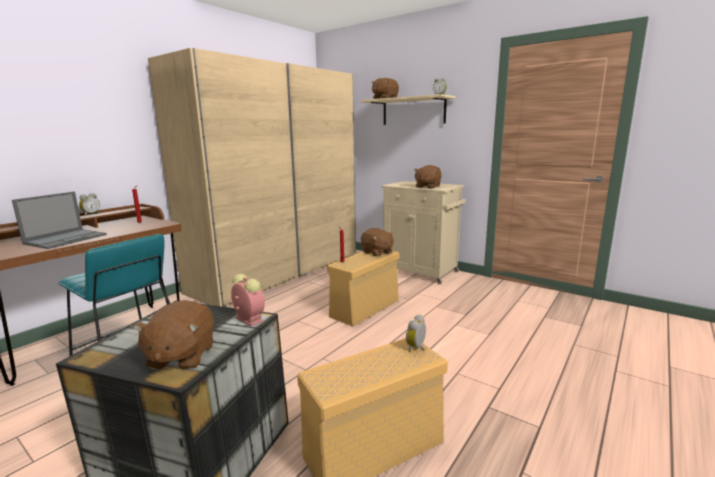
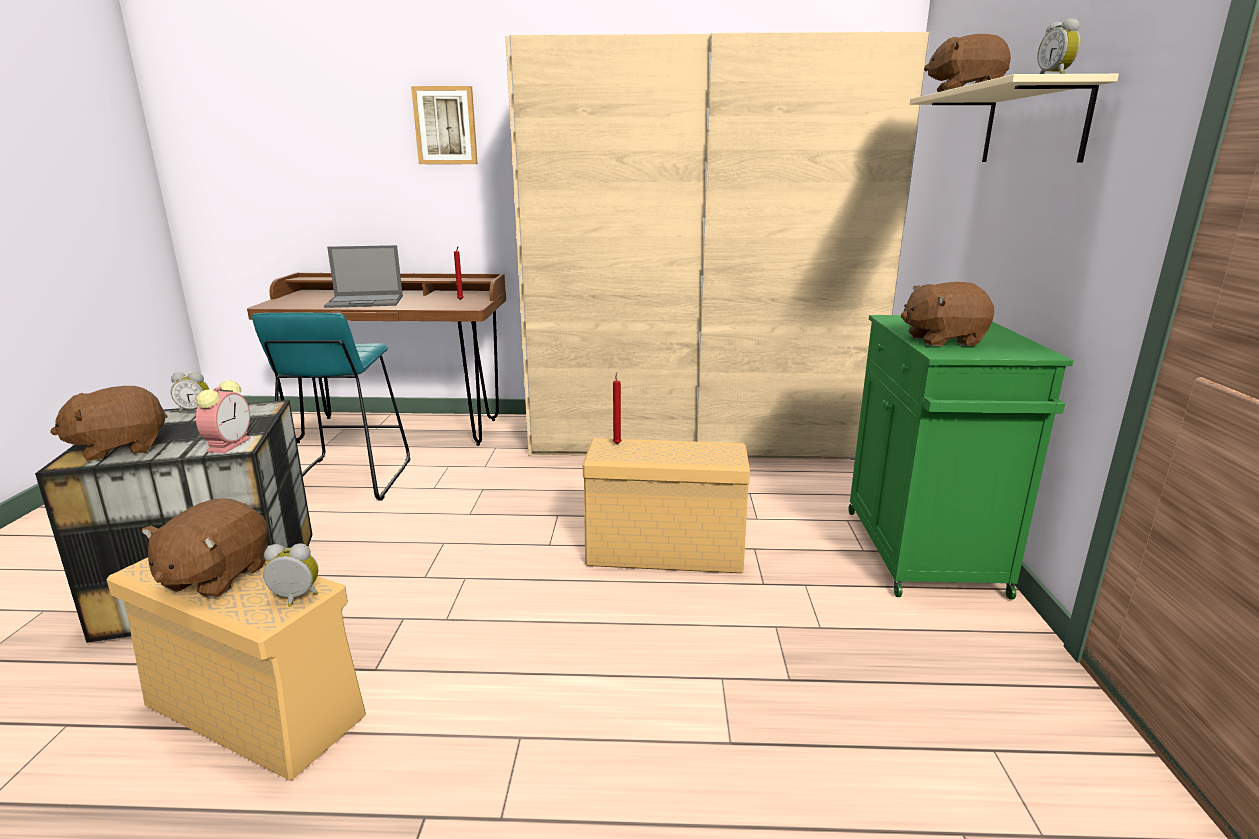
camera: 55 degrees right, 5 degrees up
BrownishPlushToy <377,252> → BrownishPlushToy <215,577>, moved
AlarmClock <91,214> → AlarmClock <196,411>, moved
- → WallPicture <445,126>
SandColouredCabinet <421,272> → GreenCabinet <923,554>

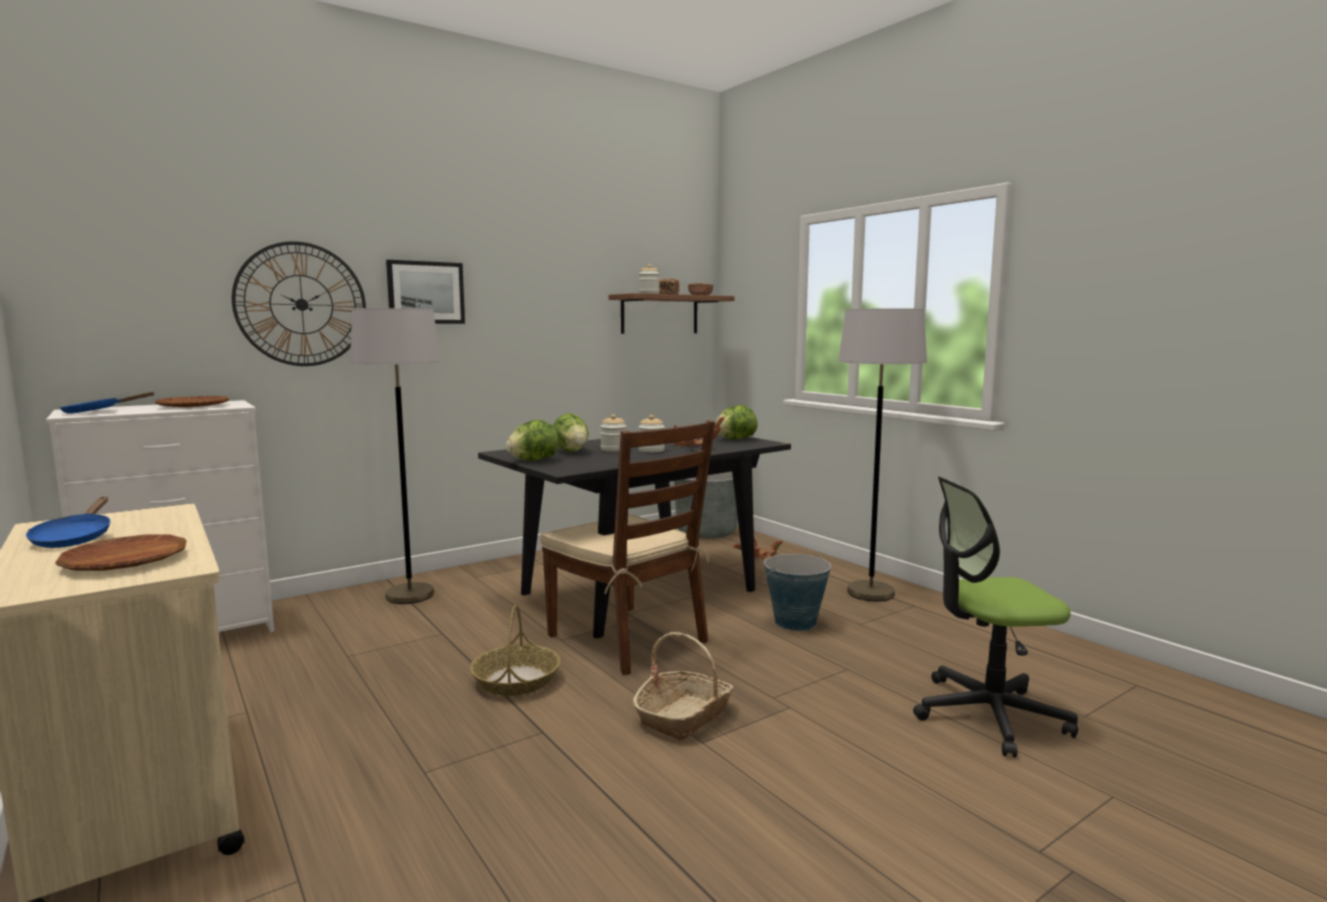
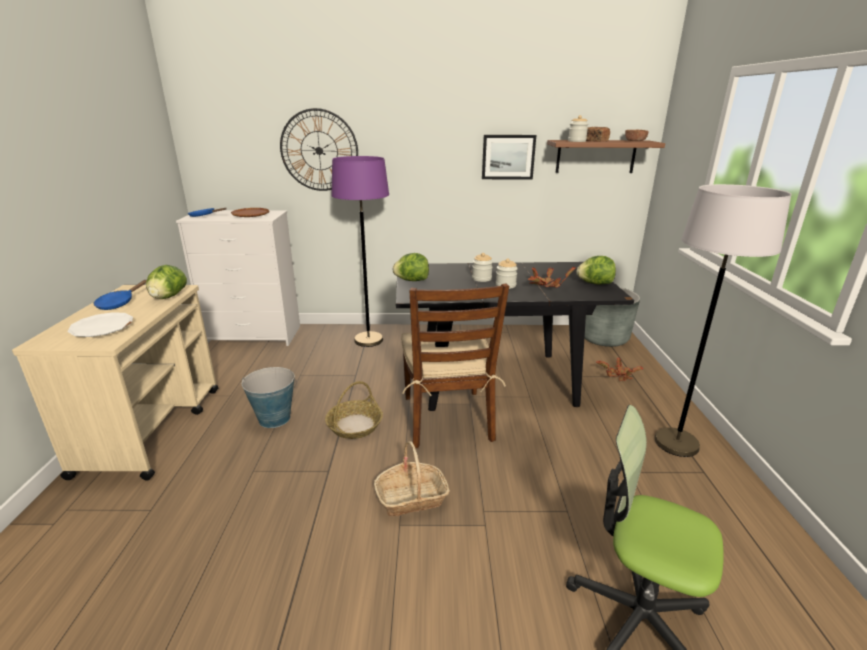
camera: 35 degrees right, 15 degrees up
BrownishFlatDish <125,560> → WhiteFlatDish <102,328>
Lettuce <571,451> → Lettuce <168,297>, moved
Pail <795,622> → Pail <274,418>, moved
GrayStandardLamp <410,595> → PurpleStandardLamp <368,340>
WallPicture <426,292> → WallPicture <508,157>, moved

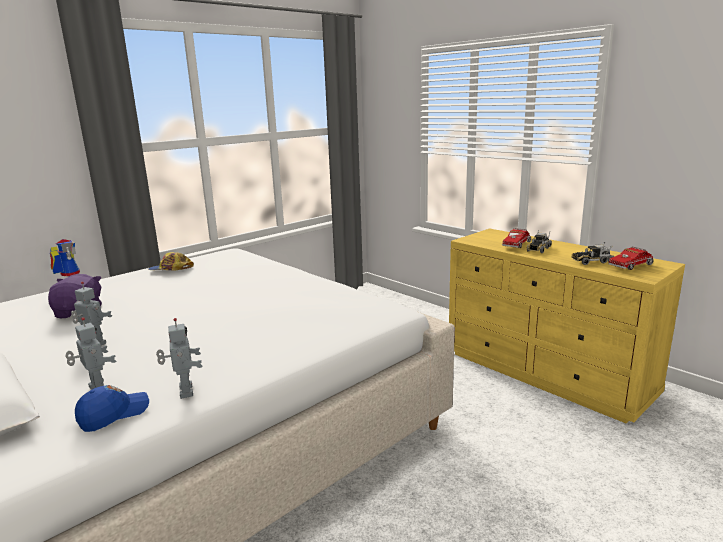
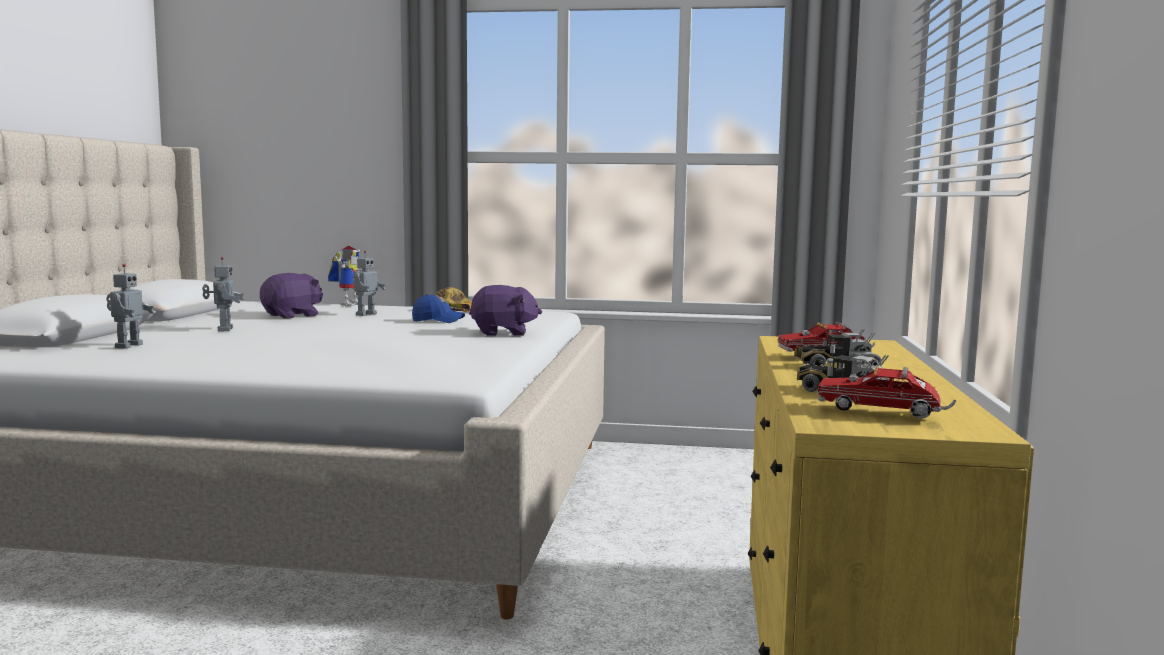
camera: 50 degrees right, 10 degrees down
ModelRobot <184,391> → ModelRobot <365,314>, moved
BluePeakedCap <114,415> → BluePeakedCap <438,320>, moved
- → PurplePlushToy <503,333>

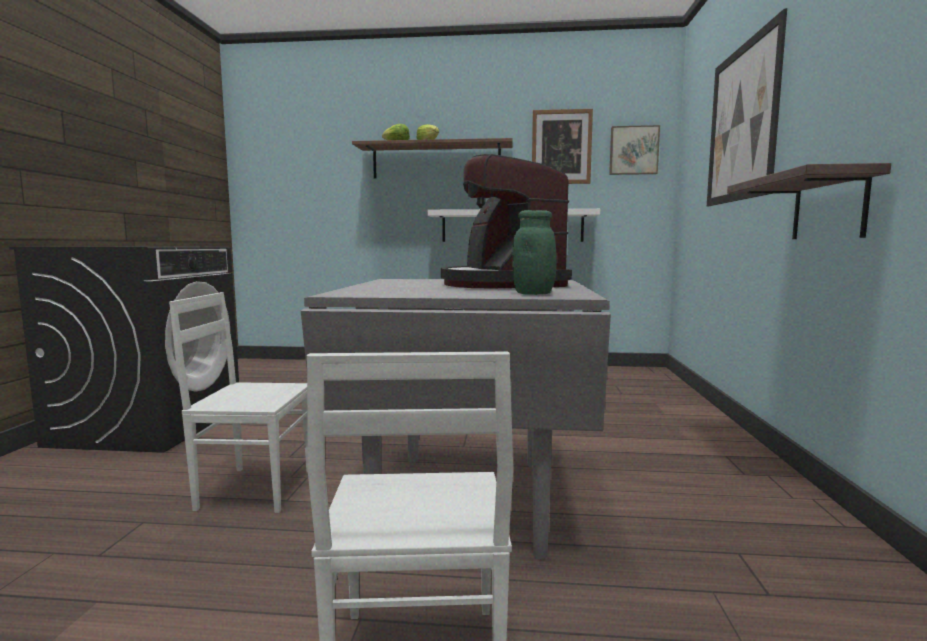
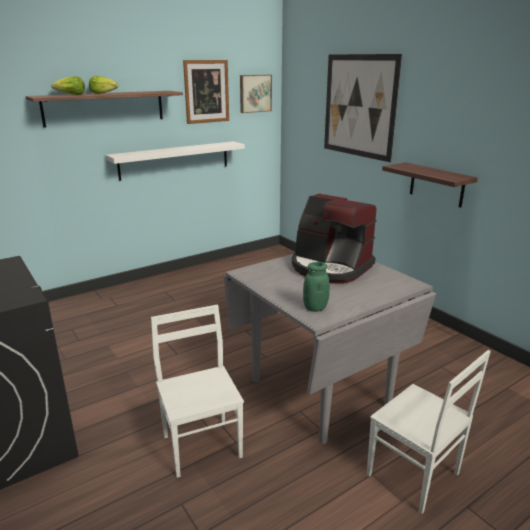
camera: 40 degrees left, 15 degrees up
WhiteChair <255,488> → WhiteChair <203,445>, 105 degrees clockwise
GreenPreserveJar <533,293> → GreenPreserveJar <315,308>, moved

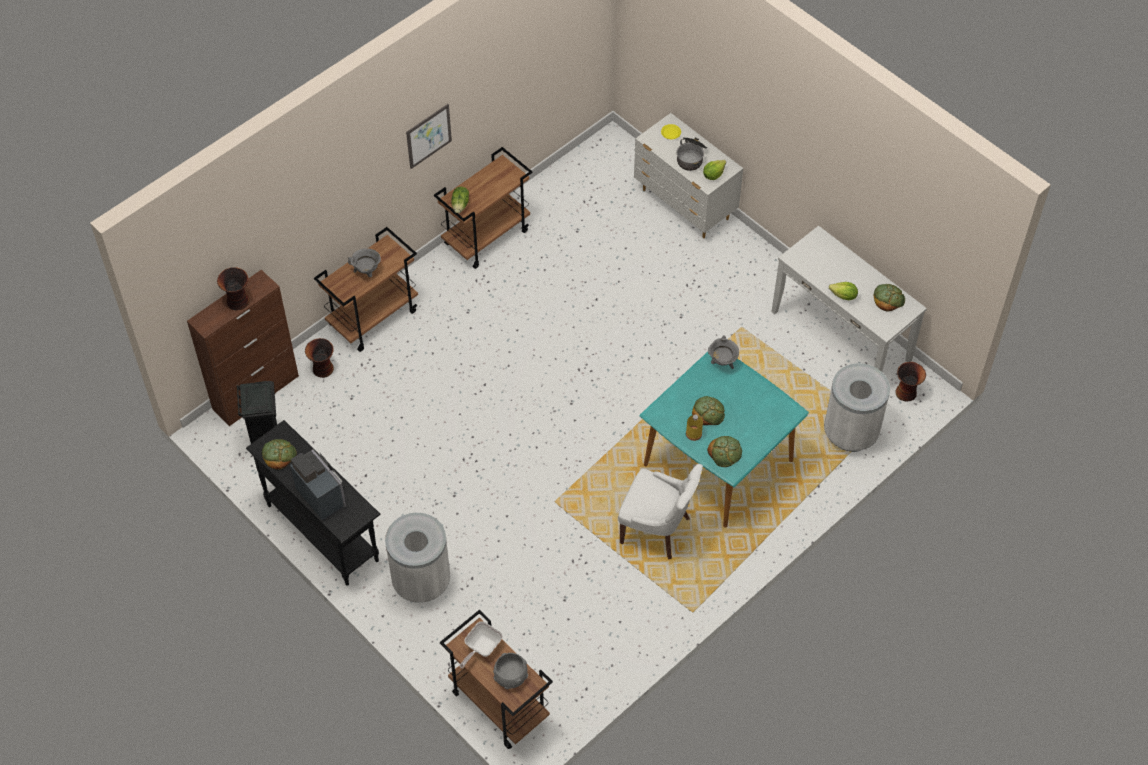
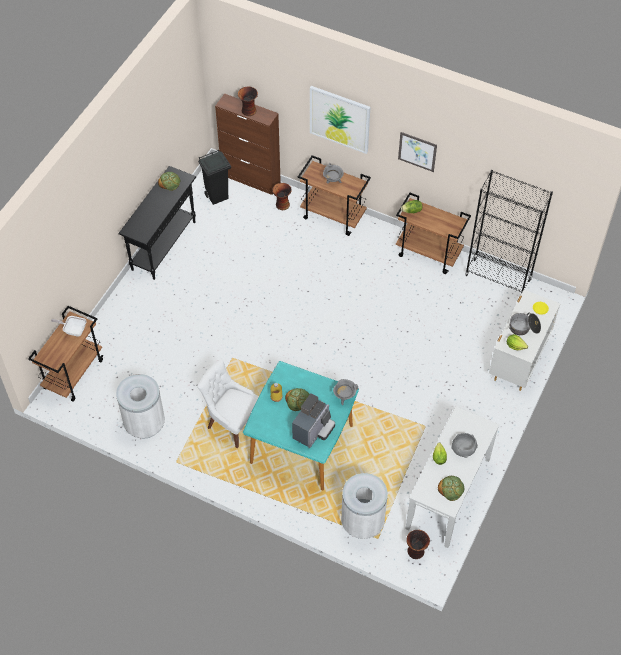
camera: 70 degrees right, 0 degrees up
WhiteRubbishBin <421,581> → WhiteRubbishBin <145,424>, moved
WhiteChair <657,530> → WhiteChair <232,423>, 120 degrees clockwise
CoffeeBrewer <322,494> → CoffeeBrewer <313,430>, moved
- → WallPicture <340,119>
GrayServingBowl <511,675> → GrayServingBowl <463,449>, moved
- → BlackColouredBookshelf <498,278>
BakeryBread <725,452> → -

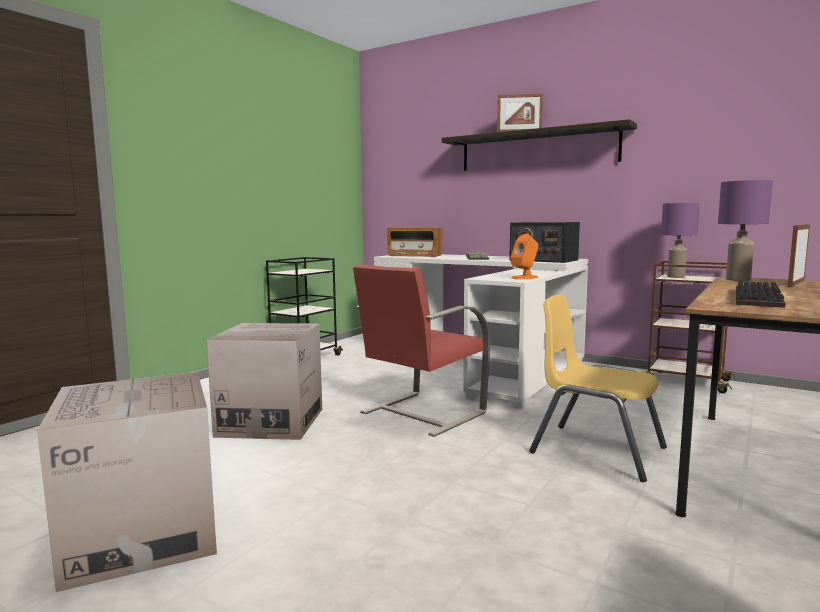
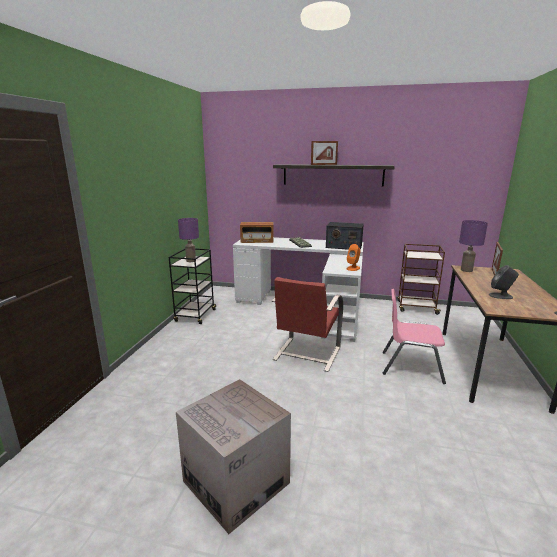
camera: 20 degrees left, 10 degrees up
PurpleTableLamp <676,277> → PurpleTableLamp <191,261>, moved
YellowishChair <597,450> → PinkChair <411,366>
ComputerKeyboard <760,298> → GrayAudioSpeaker <501,296>
PackingBox <271,422> → -

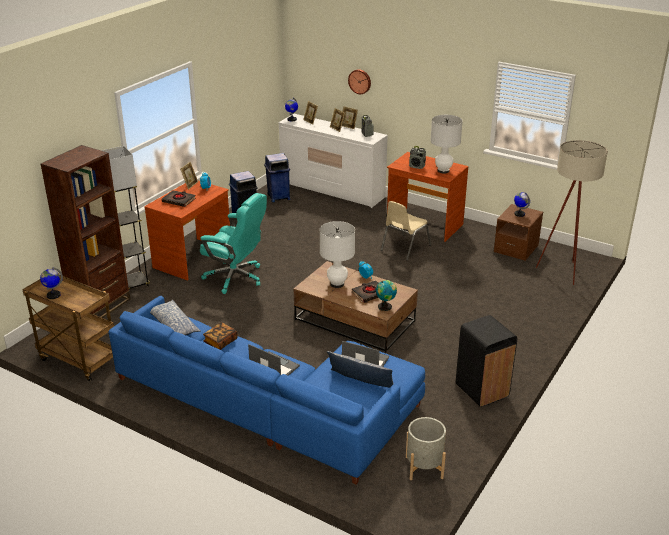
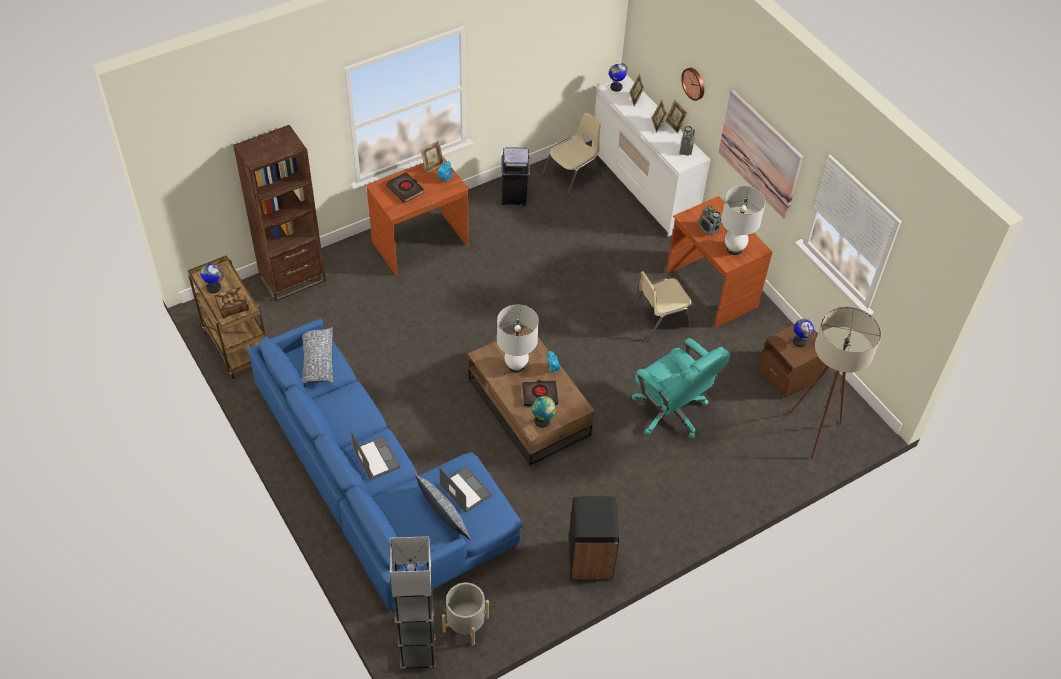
camera: 25 degrees right, 20 degrees up
Book <220,342> → Book <232,307>, moved
GrayStandardLamp <134,284> → GrayStandardLamp <418,654>, moved
BlueRubbishBin <278,197> → SandColouredChair <572,175>
TurquoiseOfficeChair <235,278> → TurquoiseOfficeChair <671,412>, moved
- → WallPicture <760,153>

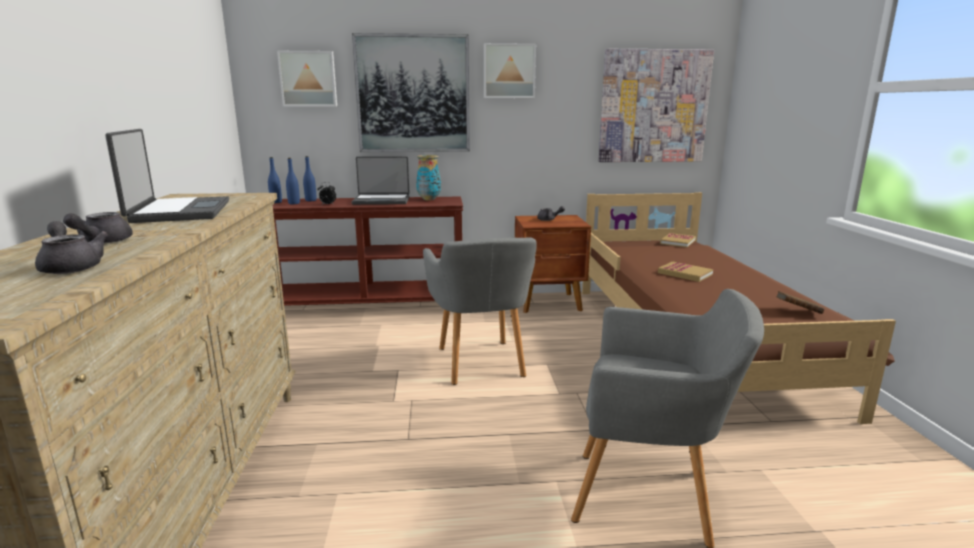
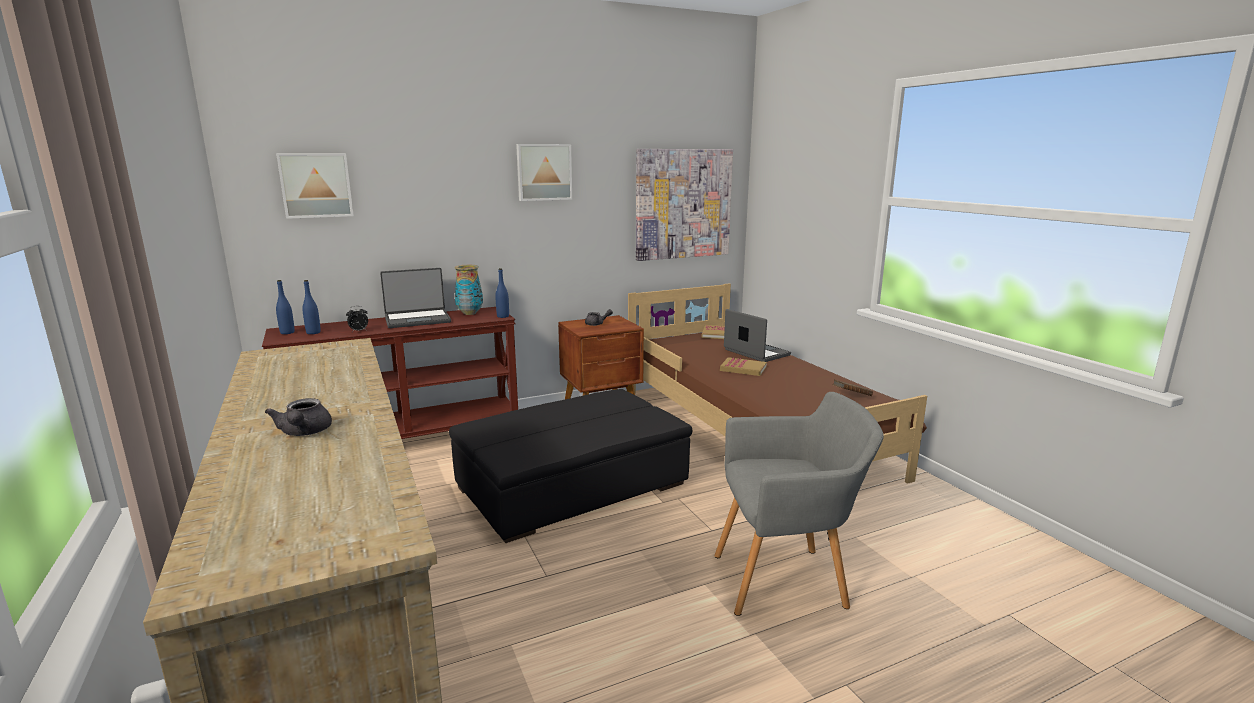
camera: 20 degrees left, 0 degrees up
GrayEasyChair <481,364> → BlackColouredFootrest <571,485>
BlueBottle <311,200> → BlueBottle <503,316>, moved
NotebookComputer <178,212> → NotebookComputer <755,353>, moved
GrayTeaPot <71,267> → -
WallPicture <413,94> → -

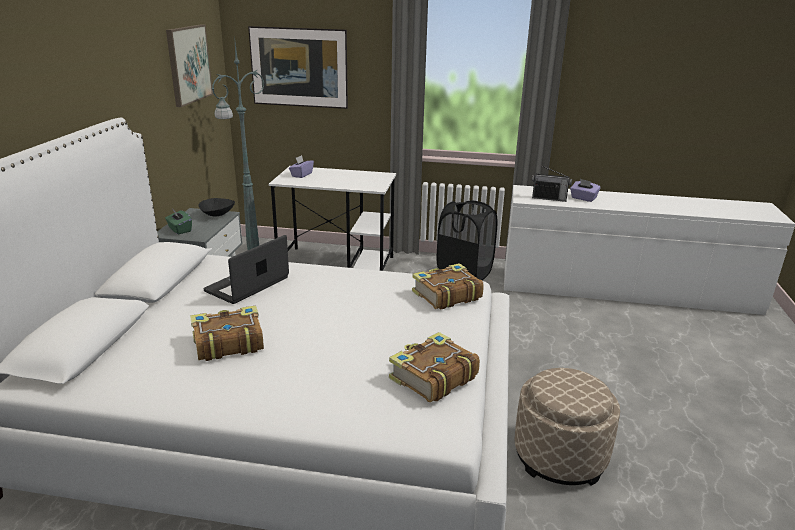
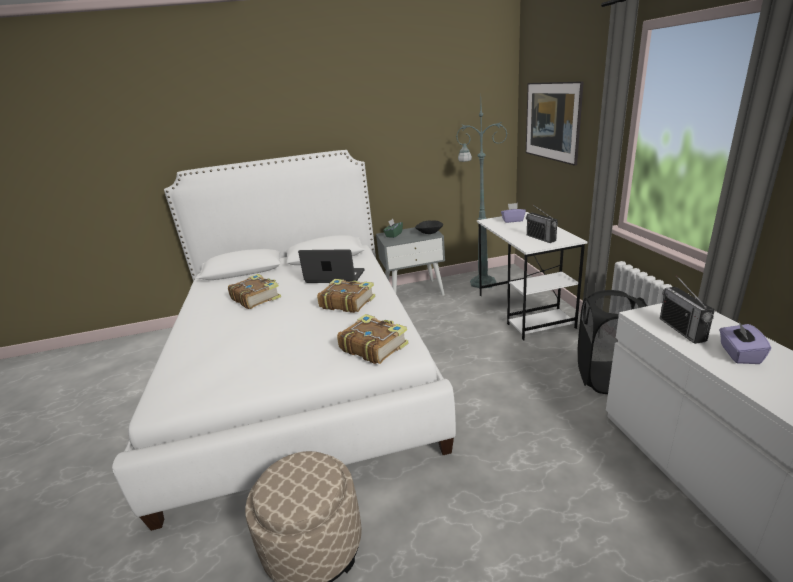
camera: 70 degrees right, 0 degrees up
Book <432,377> → Book <347,302>, moved
- → RadioSet <541,238>
WallPicture <188,64> → -

